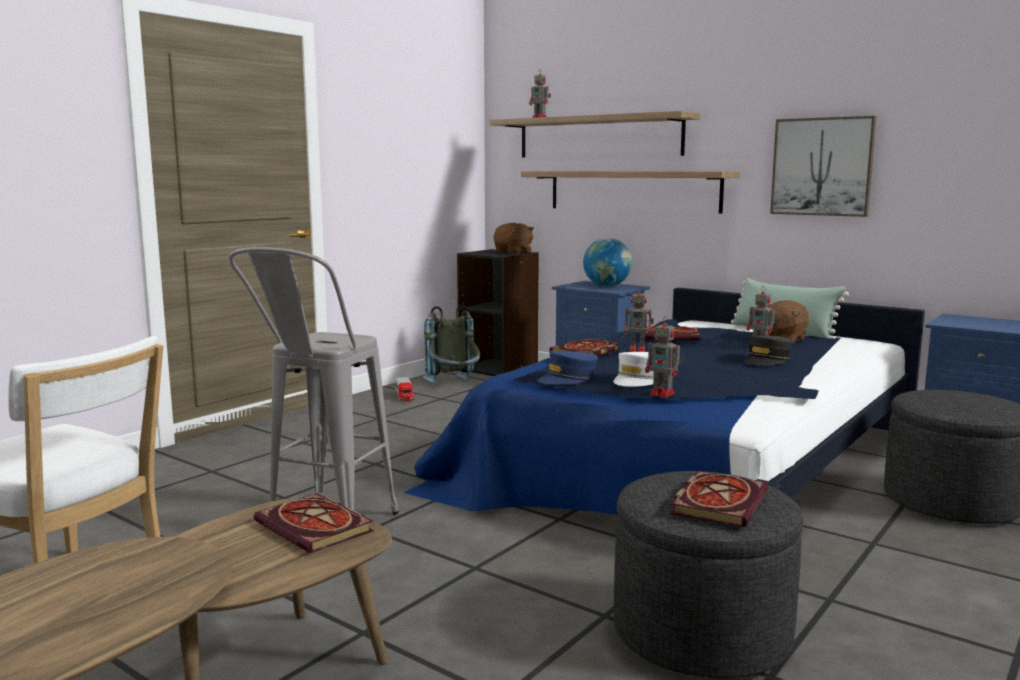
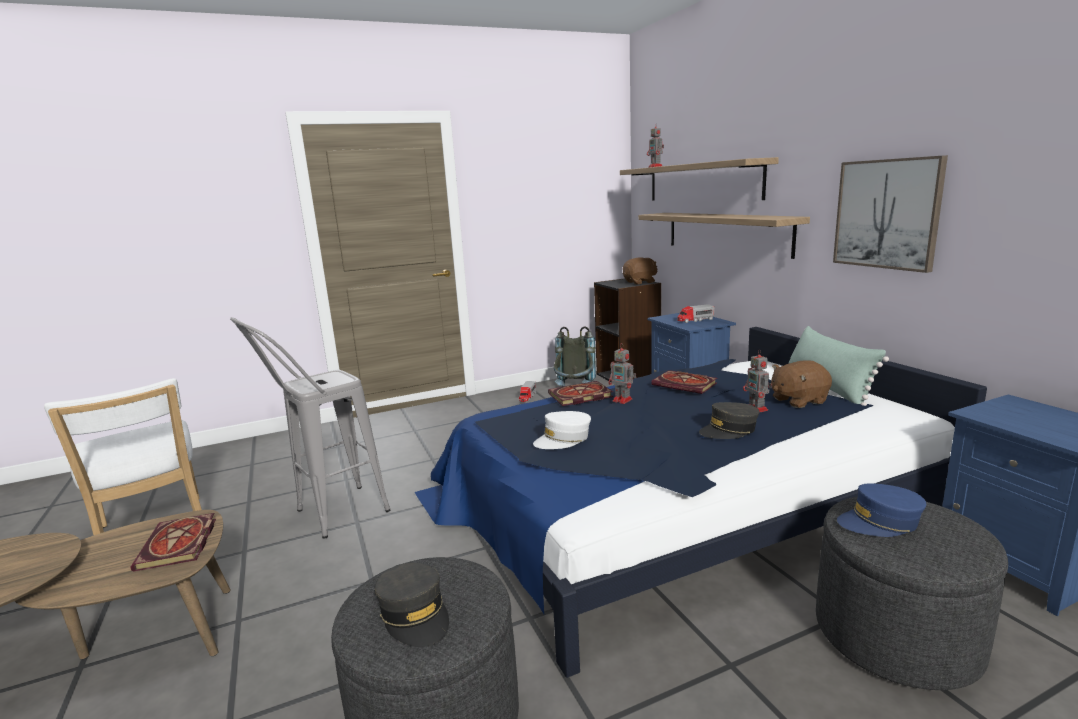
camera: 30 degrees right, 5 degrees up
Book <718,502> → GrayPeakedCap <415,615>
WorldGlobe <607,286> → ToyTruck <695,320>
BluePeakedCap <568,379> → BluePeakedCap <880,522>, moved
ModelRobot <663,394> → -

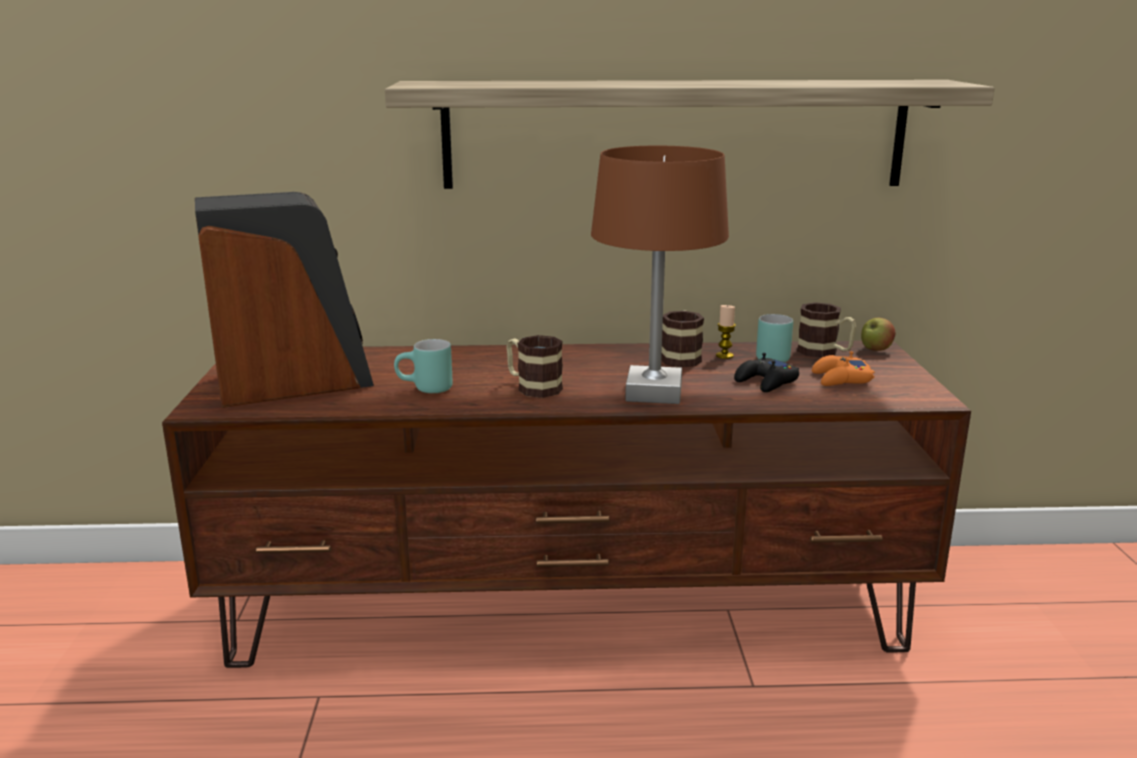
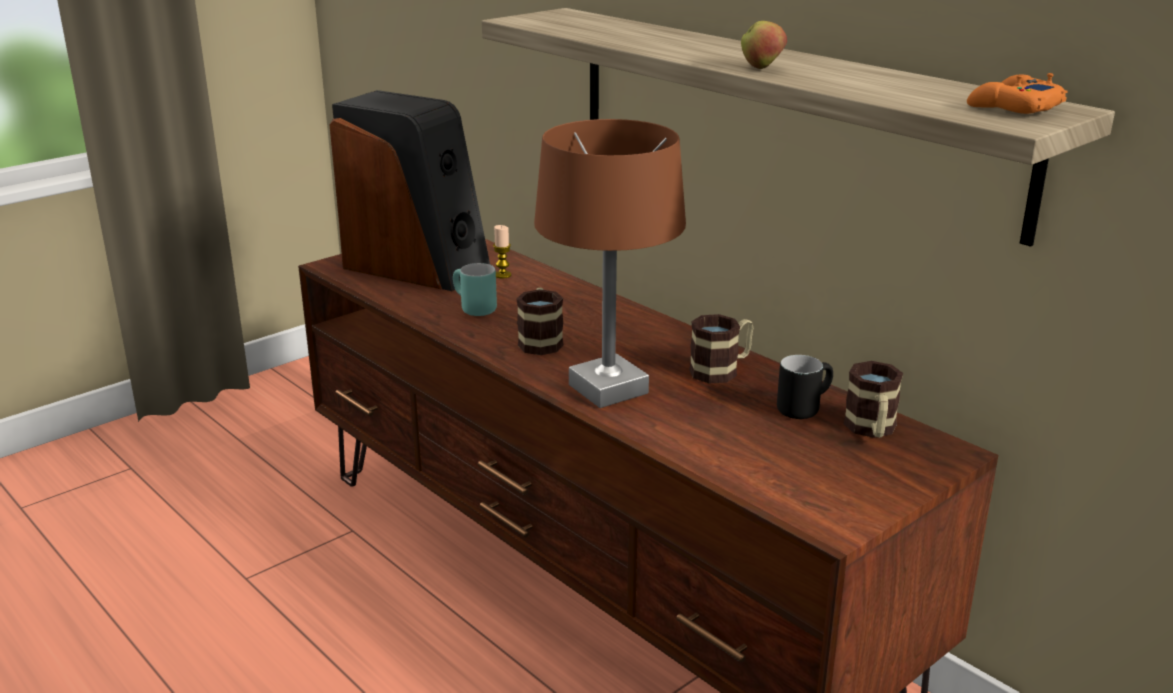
camera: 50 degrees right, 5 degrees up
WaxLight <724,355> → WaxLight <502,275>, moved
Apple <875,350> → Apple <762,68>, moved
TurquoiseTeaMug <769,357> → BlackColouredTeaMug <802,407>
OrangeColouredJoypad <841,379> → OrangeColouredJoypad <1013,108>, moved
BlackColouredJoypad <766,382> → -

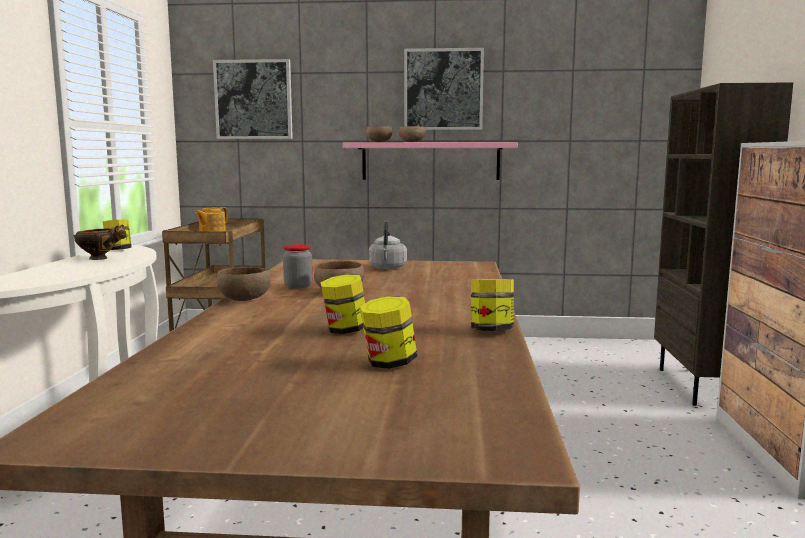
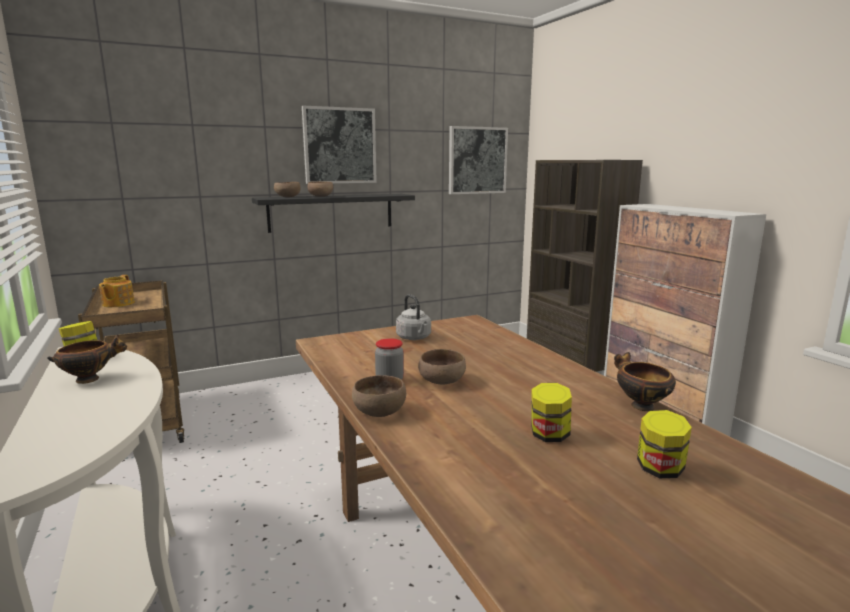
camera: 30 degrees left, 5 degrees up
PinkWallShelf <430,161> → BlackColouredWallShelf <331,212>
WallPicture <253,99> → WallPicture <477,160>, moved
PreserveJar <491,330> → ServingBowl <640,405>

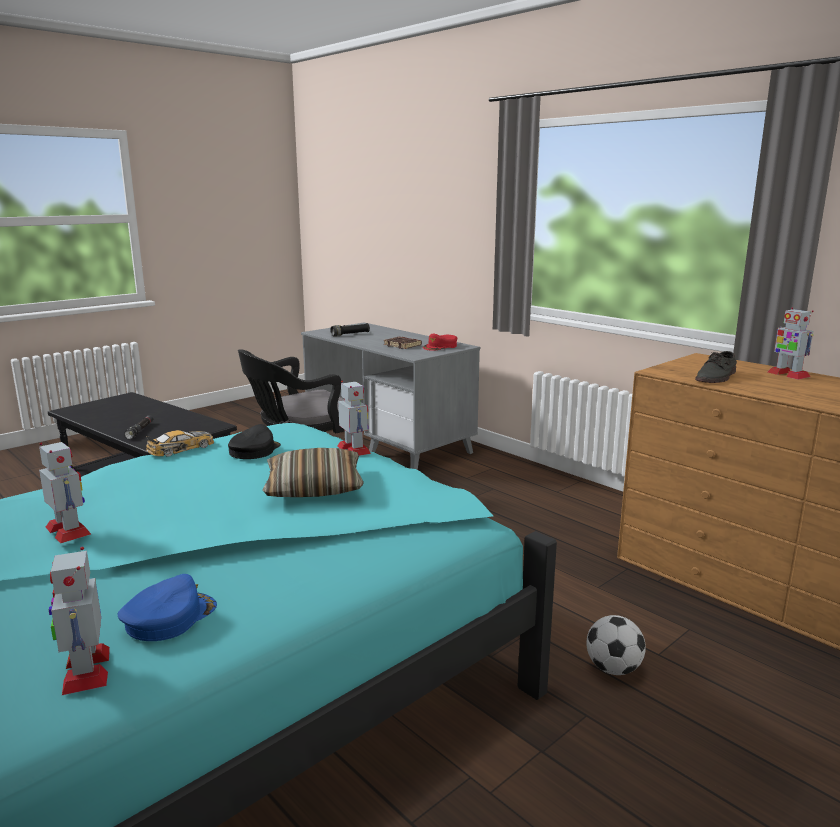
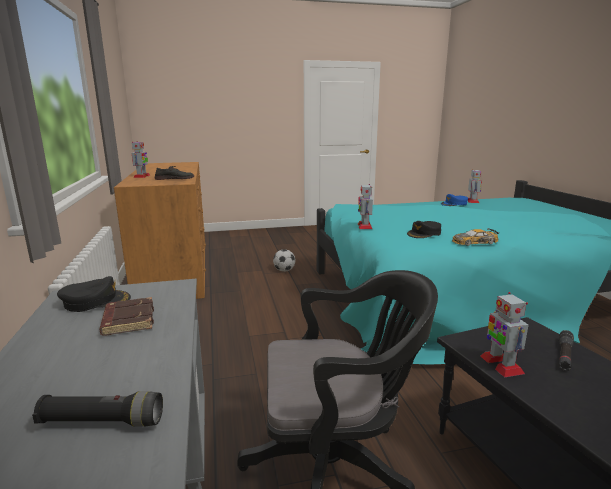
camera: 150 degrees left, 0 degrees up
RedColouredPeakedCap <440,347> → BlackColouredPeakedCap <96,301>
ModelRobot <68,531> → ModelRobot <501,364>, moved
Pillow <314,487> → -

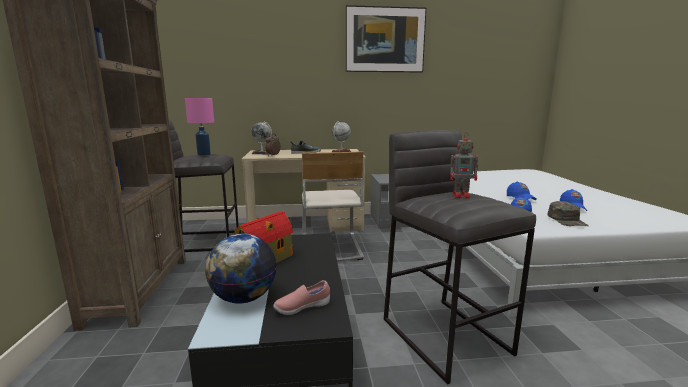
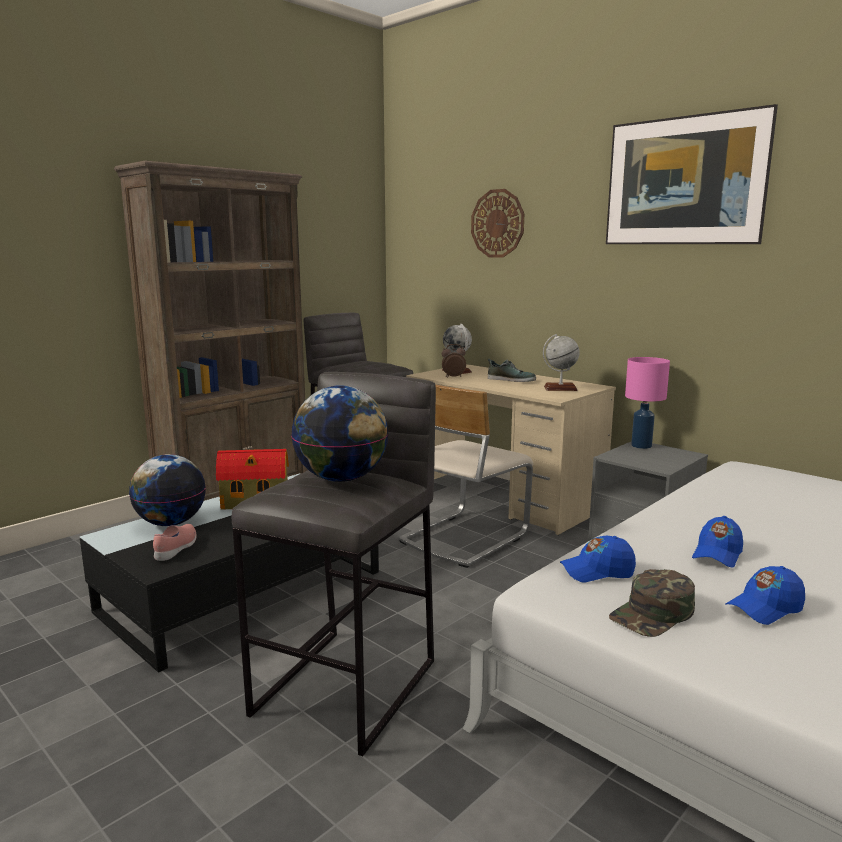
camera: 50 degrees right, 0 degrees up
PinkLowShoe <302,308> → PinkLowShoe <177,549>, 75 degrees clockwise
ModelRobot <462,195> → WorldGlobe <341,479>
- → ClockOnTheWall <497,223>
PinkTableLamp <204,154> → PinkTableLamp <642,446>, moved

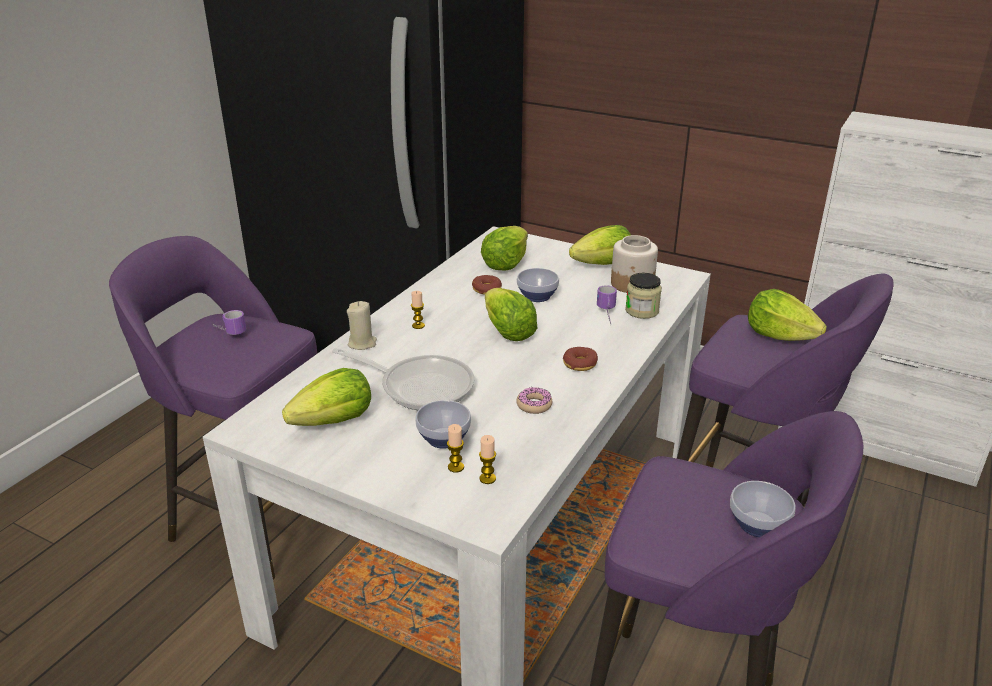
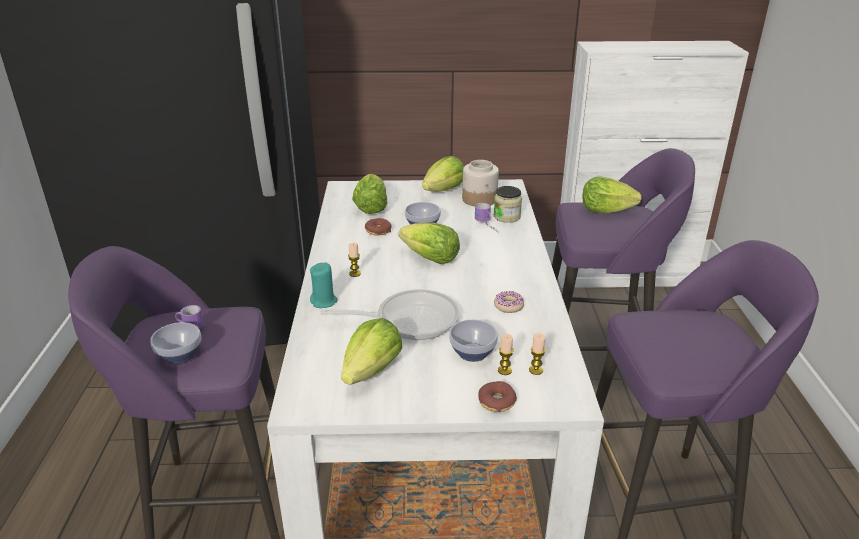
camera: 30 degrees left, 0 degrees up
ServingBowl <756,526> → ServingBowl <179,356>, moved
SandColouredWaxLight <362,343> → TurquoiseWaxLight <324,301>
Donut <580,364> → Donut <497,402>, moved

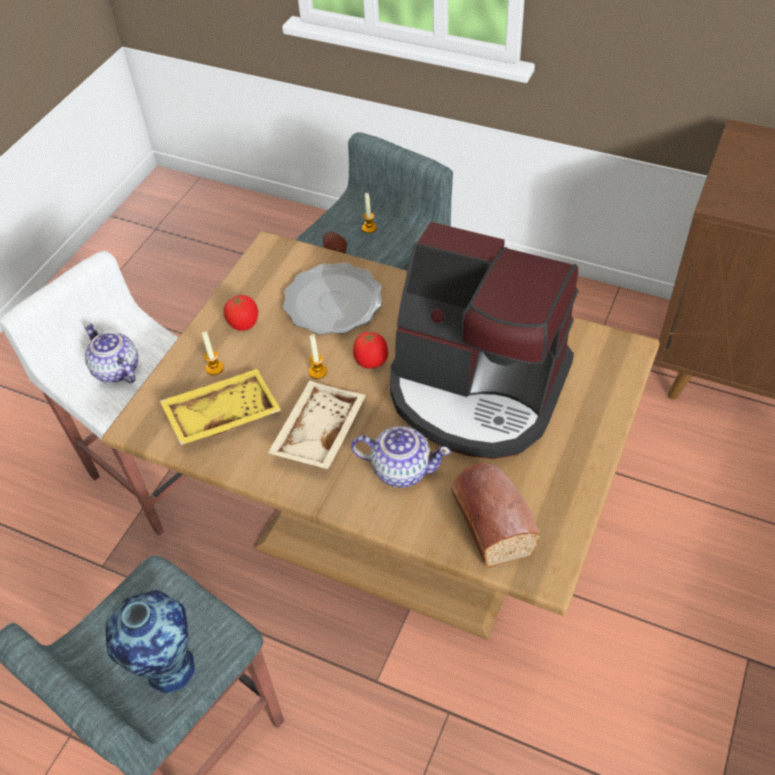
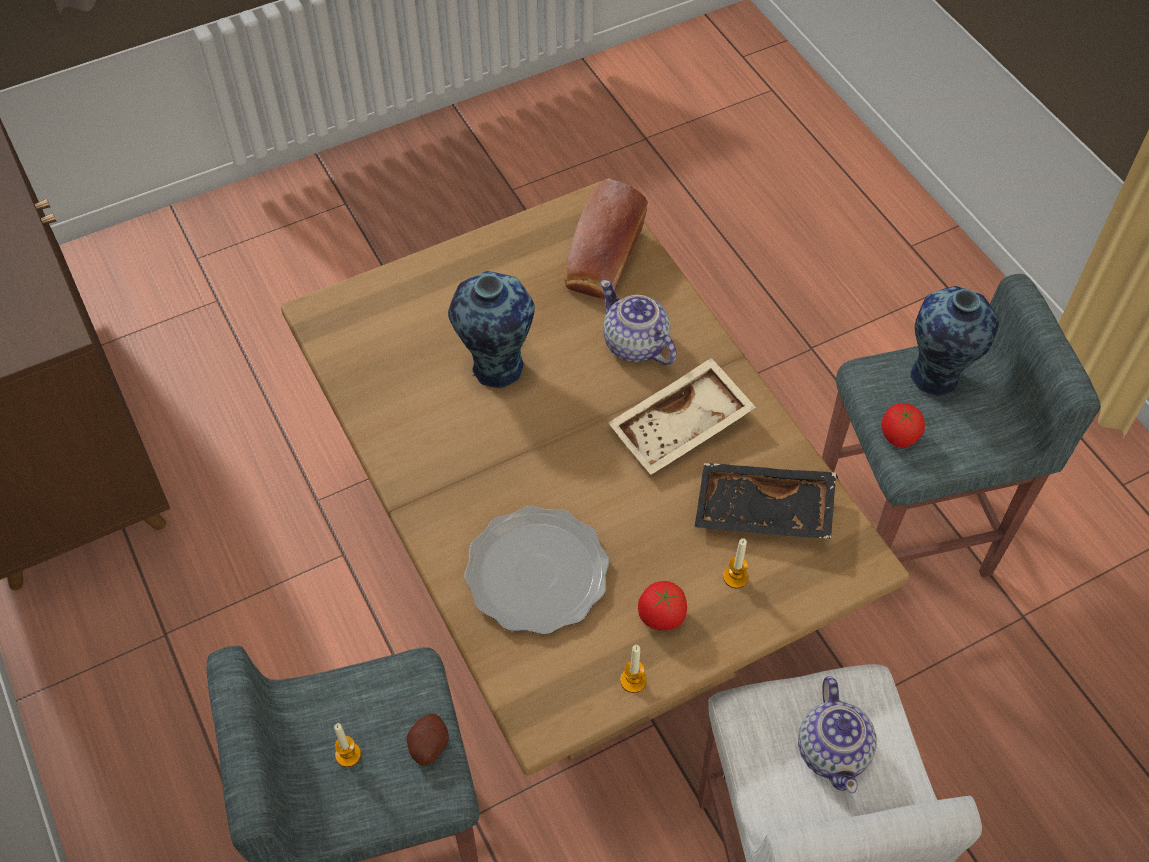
camera: 145 degrees left, 5 degrees up
CoffeeBrewer <477,389> → Vase <495,369>
WaxLight <317,371> → WaxLight <633,680>, moved
YellowishServingTray <222,413> → BlackColouredServingTray <763,513>
FreshTomato <371,361> → FreshTomato <898,436>, moved

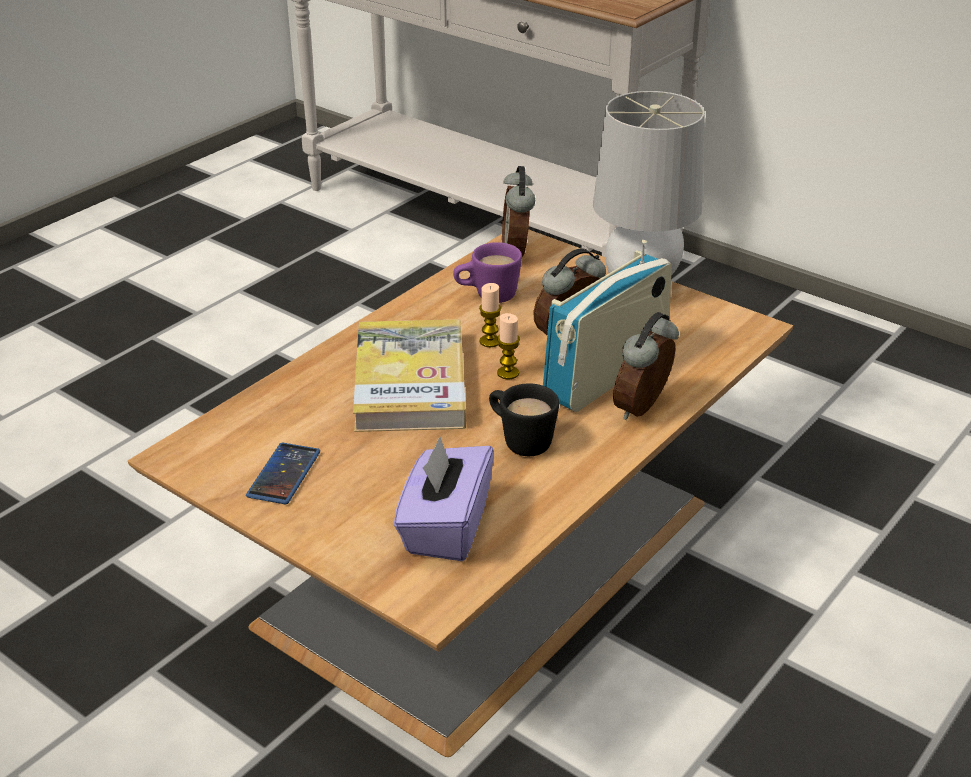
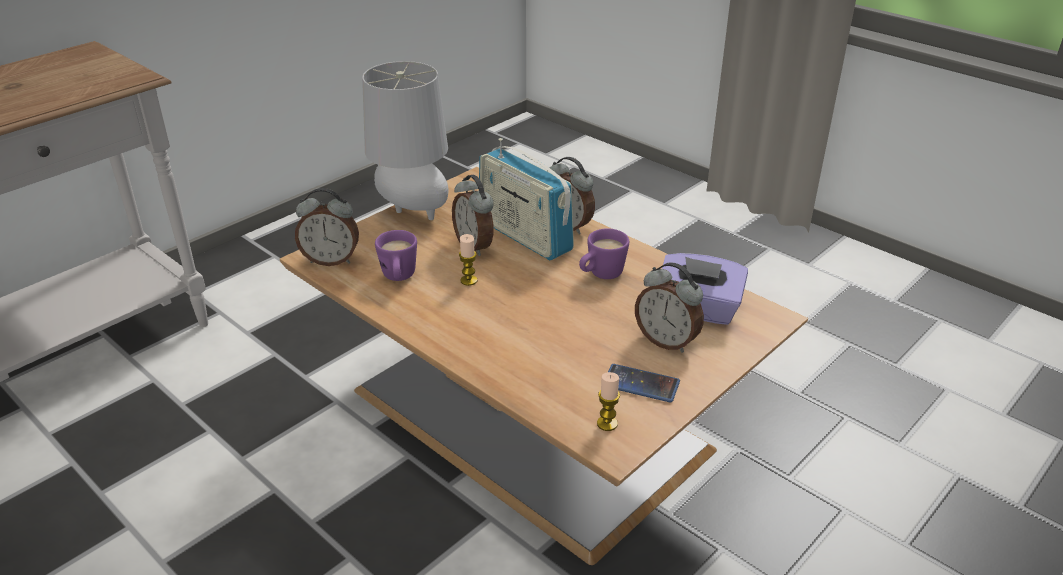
camera: 85 degrees left, 0 degrees up
BlackColouredTeaMug <520,440> → PurpleTeaMug <600,275>
WaxLight <508,373> → WaxLight <607,423>, moved
- → AlarmClock <667,341>
Book <410,382> → -

